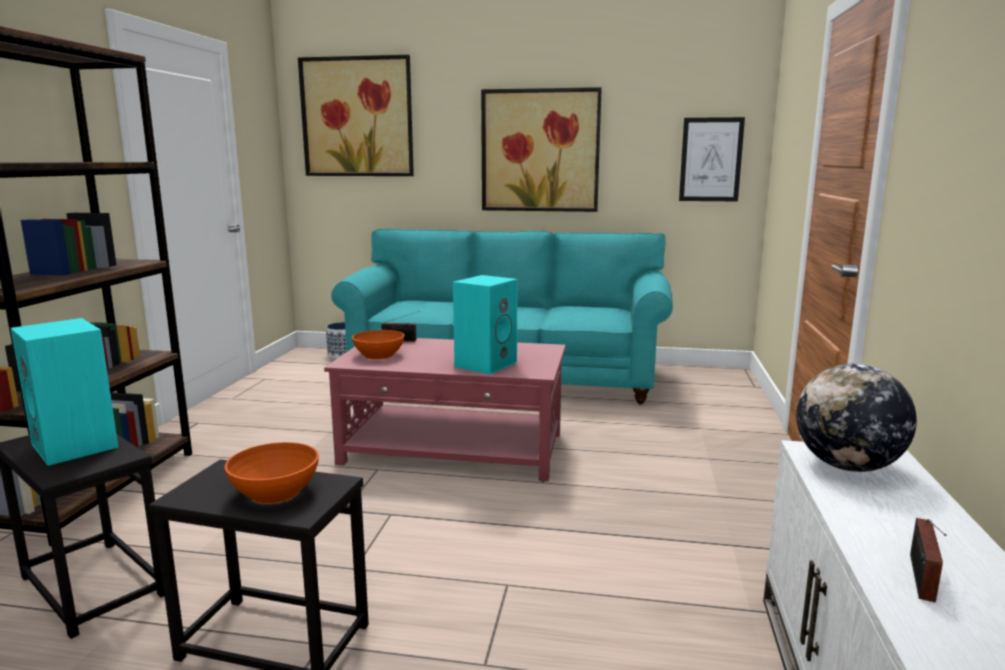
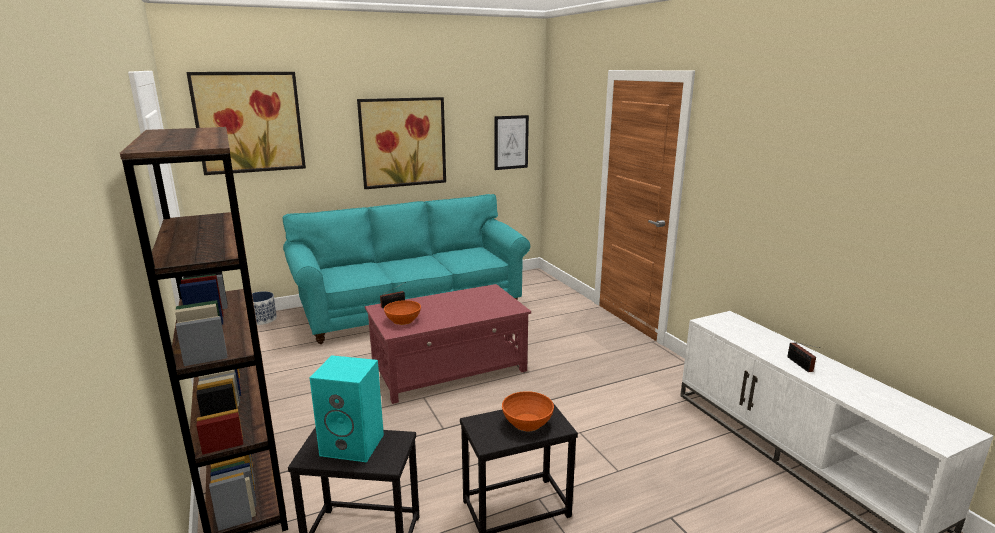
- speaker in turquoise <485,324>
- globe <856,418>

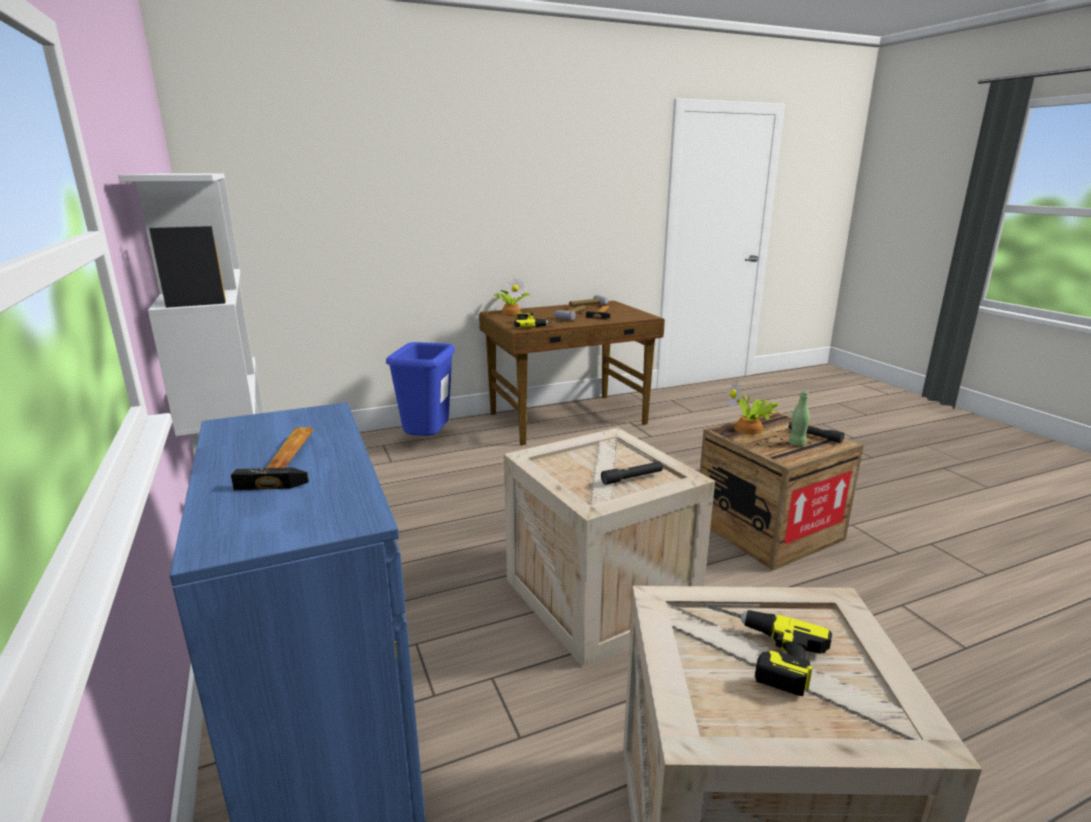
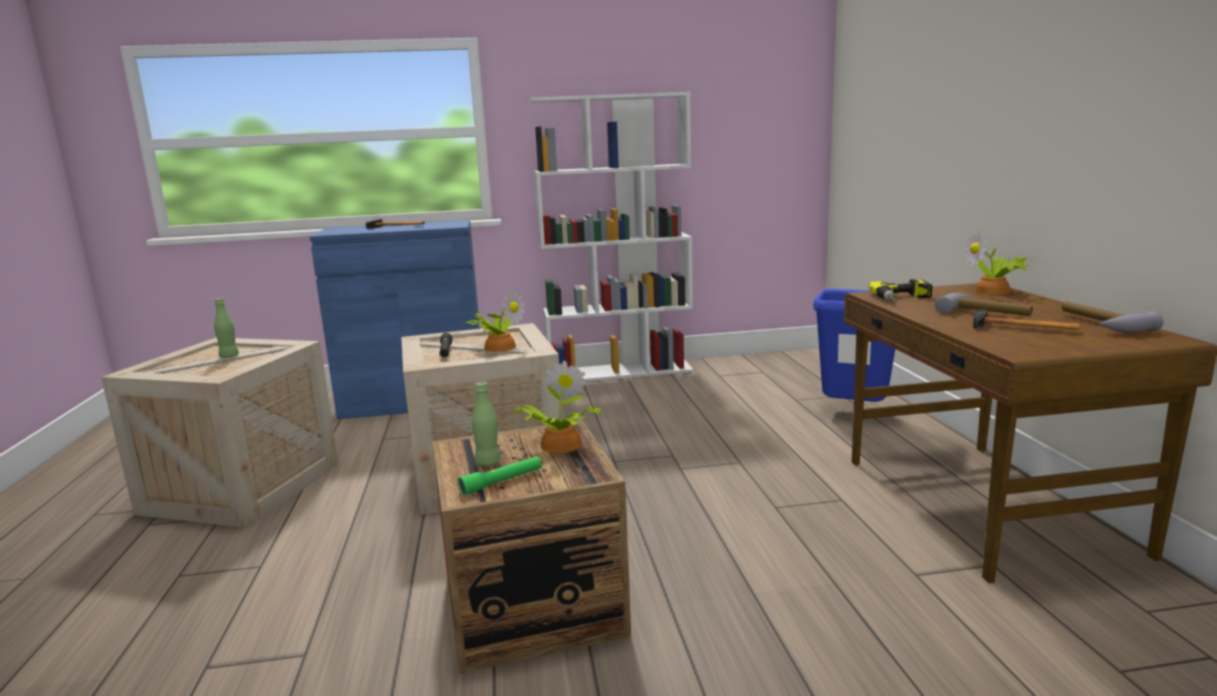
~ power drill <768,650> to bottle in green <226,328>
~ flashlight in black <816,432> to flashlight in green <500,475>
+ potted plant <494,321>

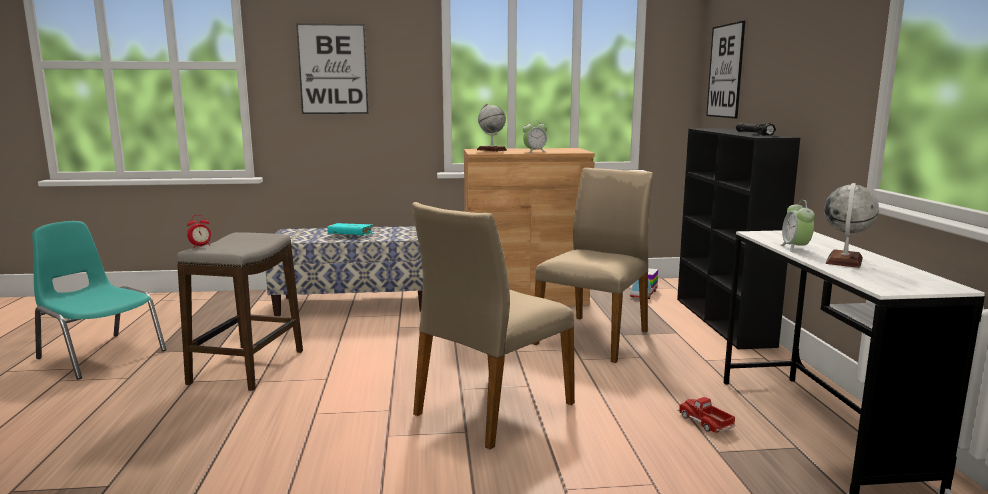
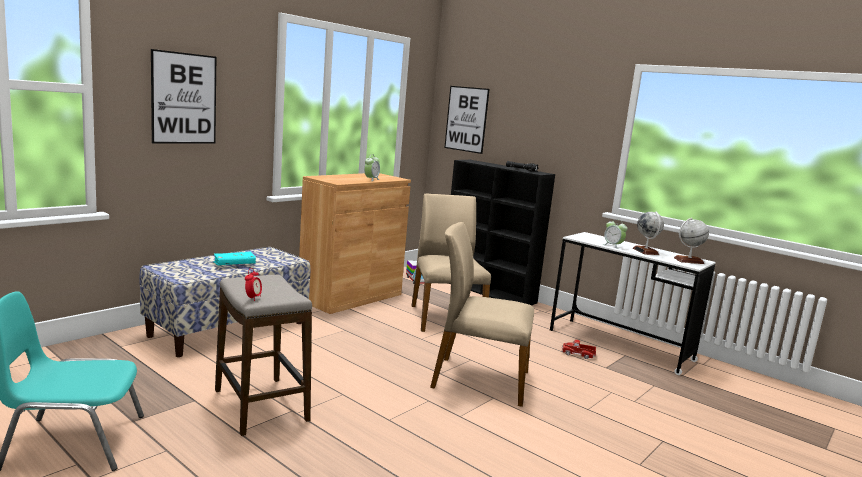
~ chair in beige <493,325> = <482,314> 105 degrees clockwise
~ globe <492,127> to <691,241>

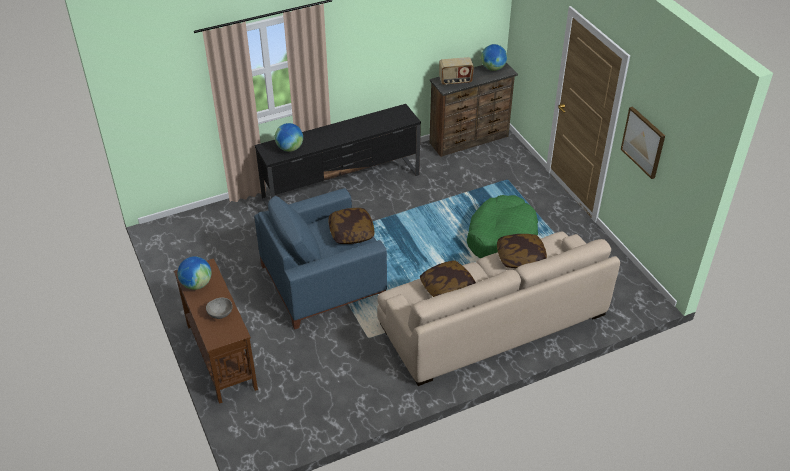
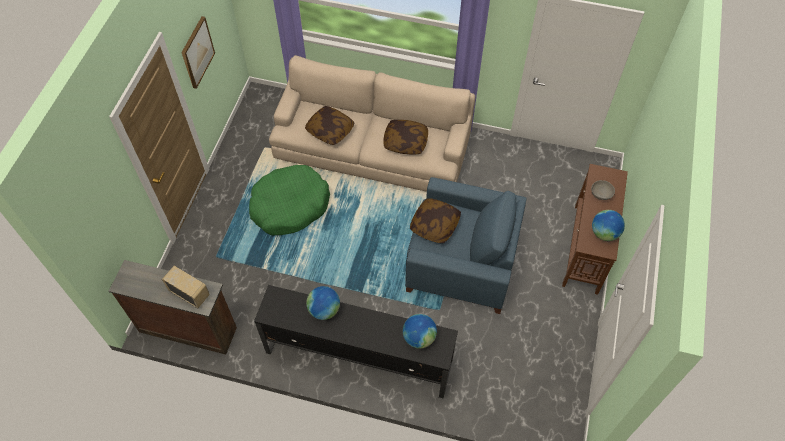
~ globe <494,57> to <323,303>

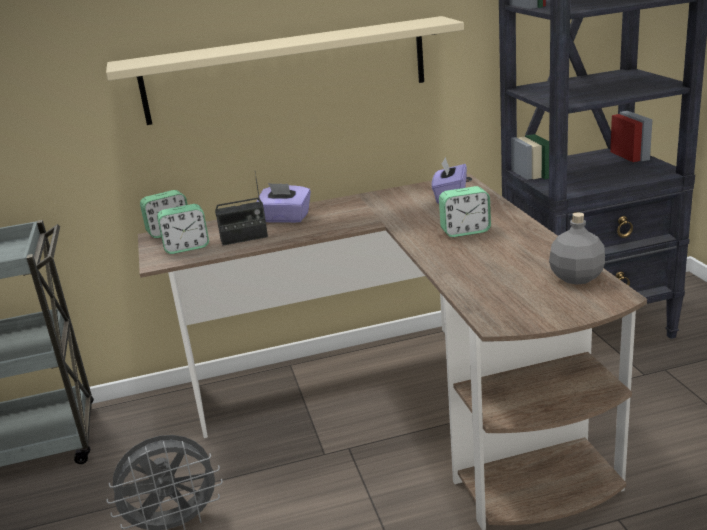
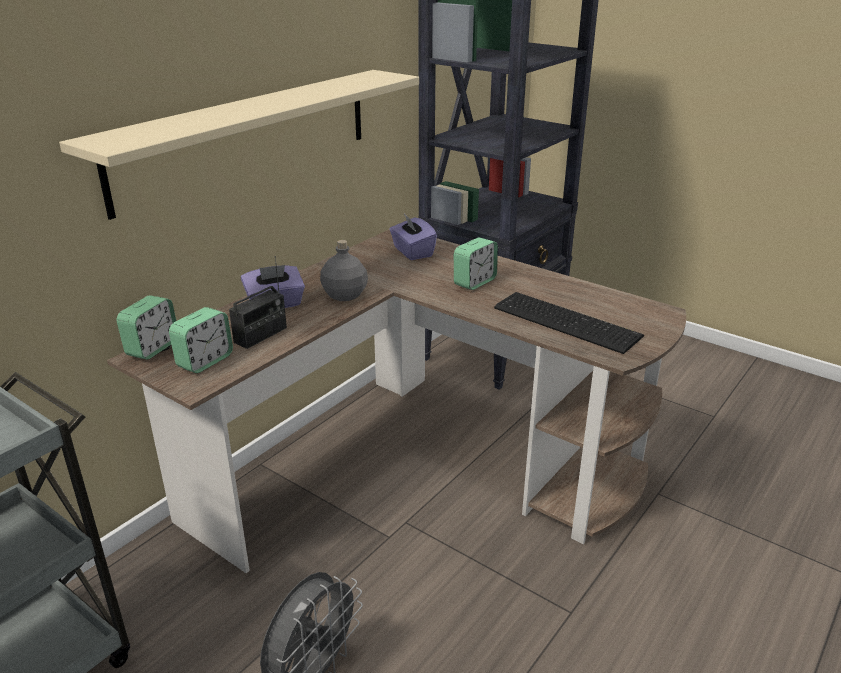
~ bottle in grey <577,248> to <344,270>
+ keyboard <569,323>

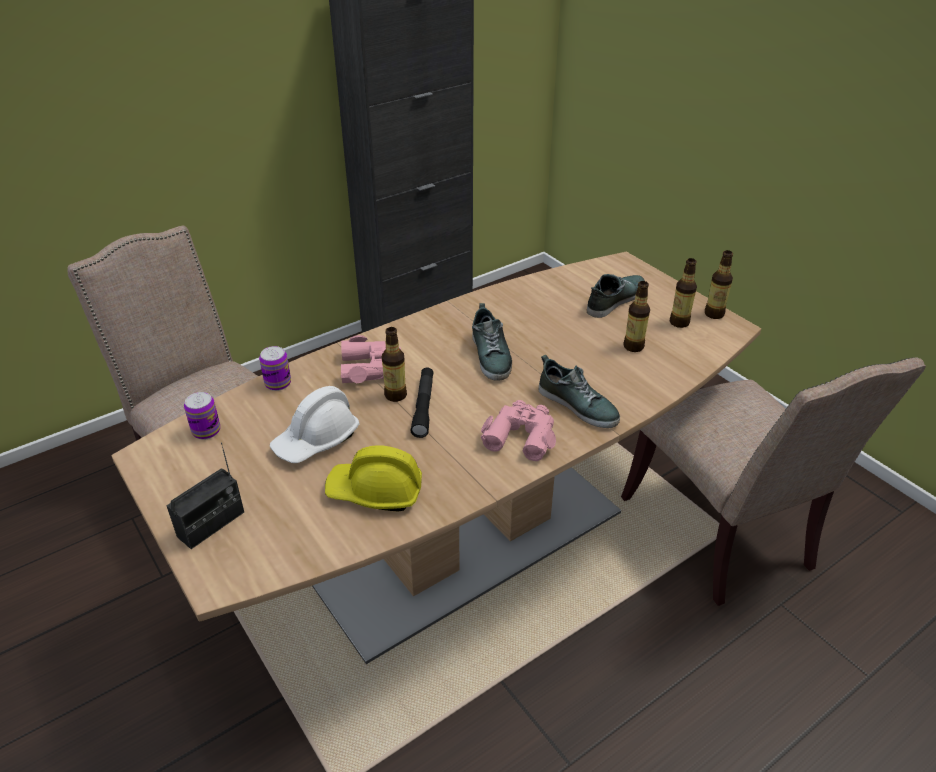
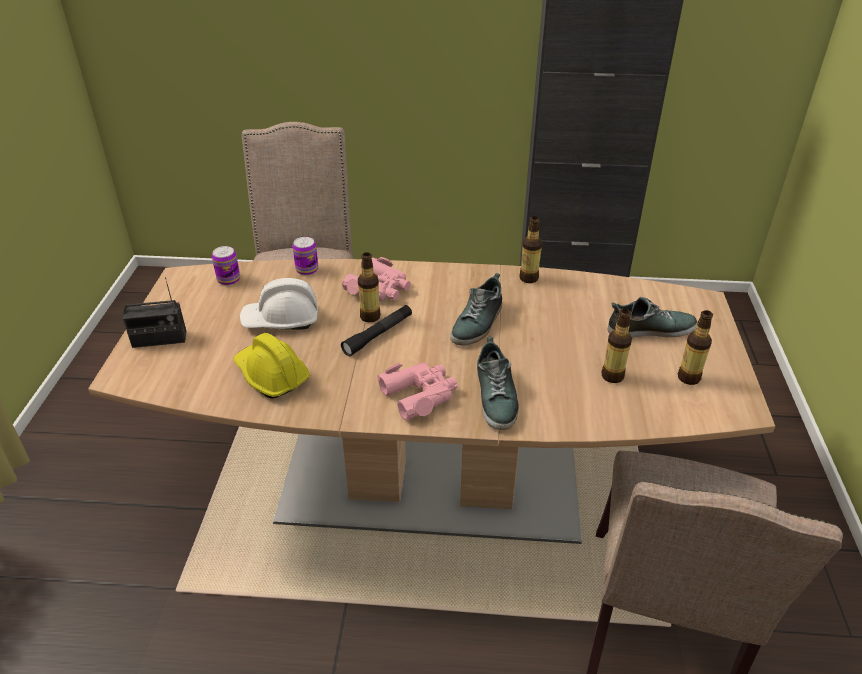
~ bottle <719,284> to <531,249>

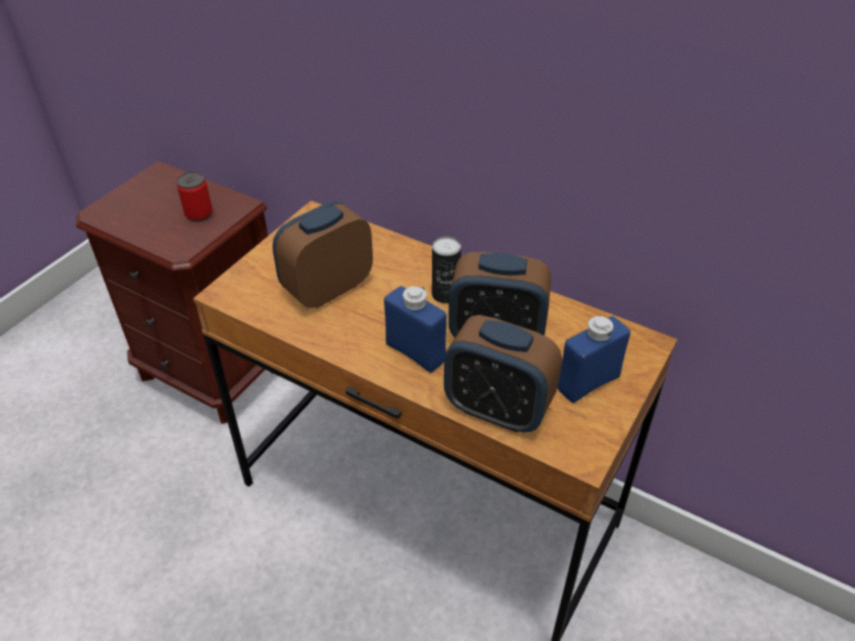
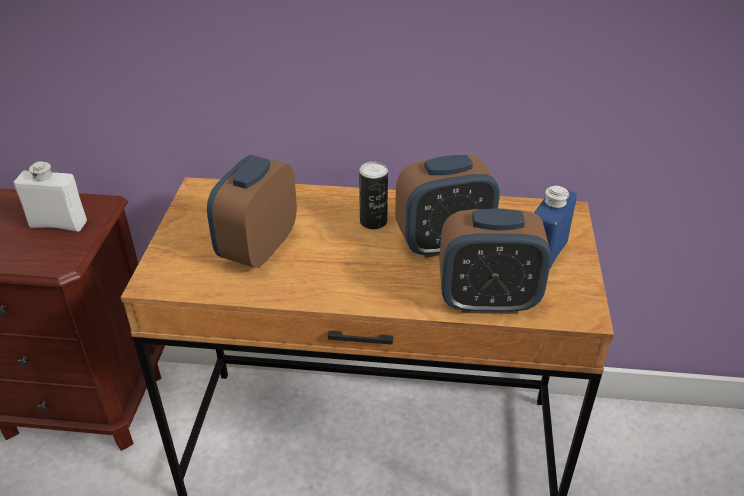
~ can <195,197> to bottle in white <50,196>
- bottle in blue <415,329>

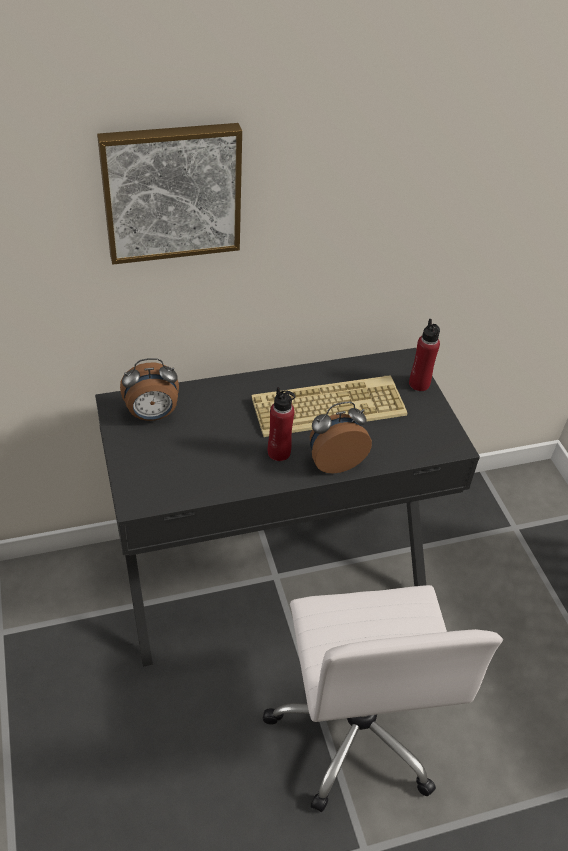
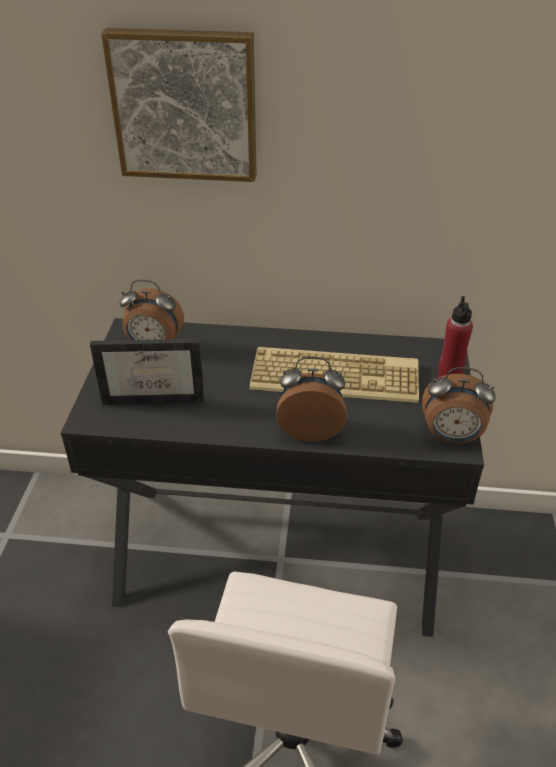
+ picture frame <147,372>
+ alarm clock <459,405>
- bottle in red <282,424>

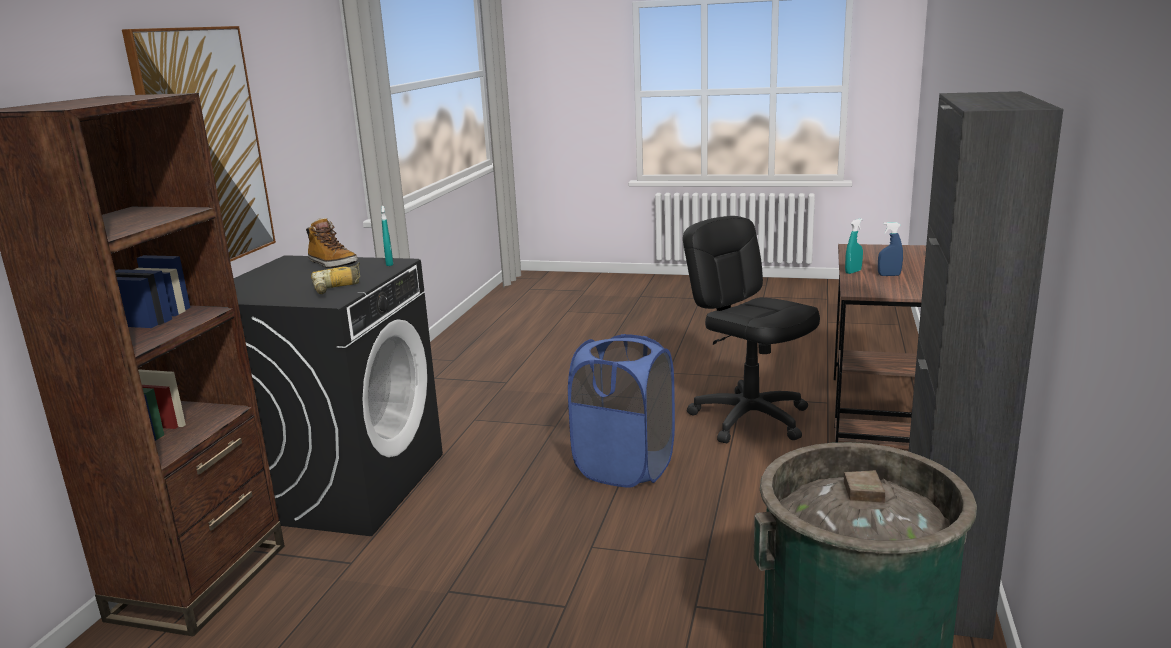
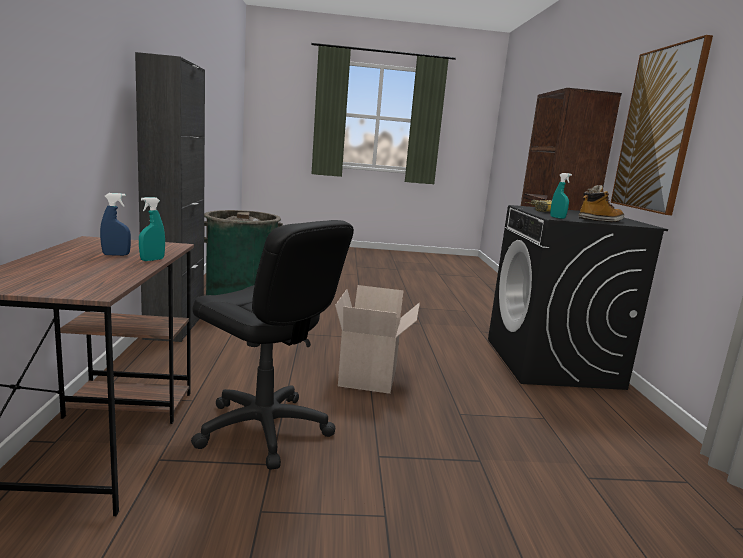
~ laundry basket in blue <621,411> to cardboard box <377,339>
~ boot <332,243> = <601,203> 135 degrees clockwise

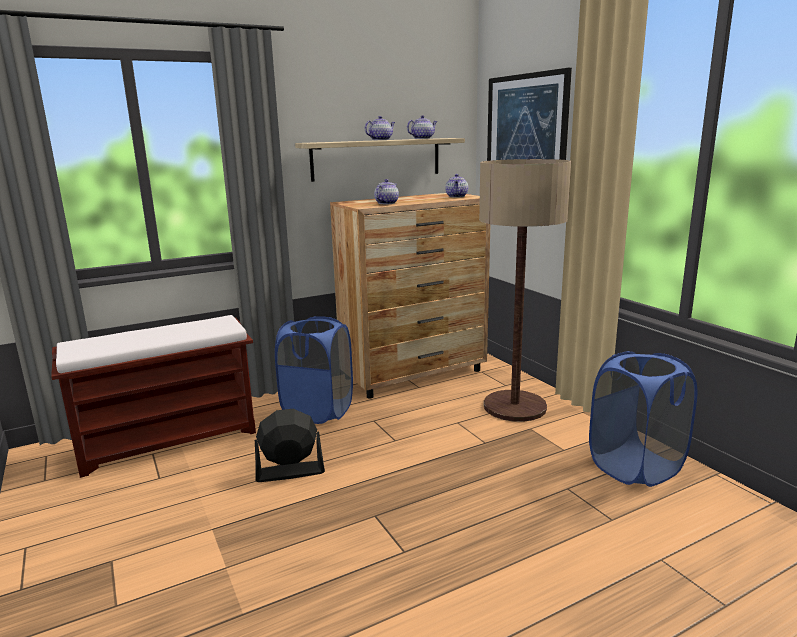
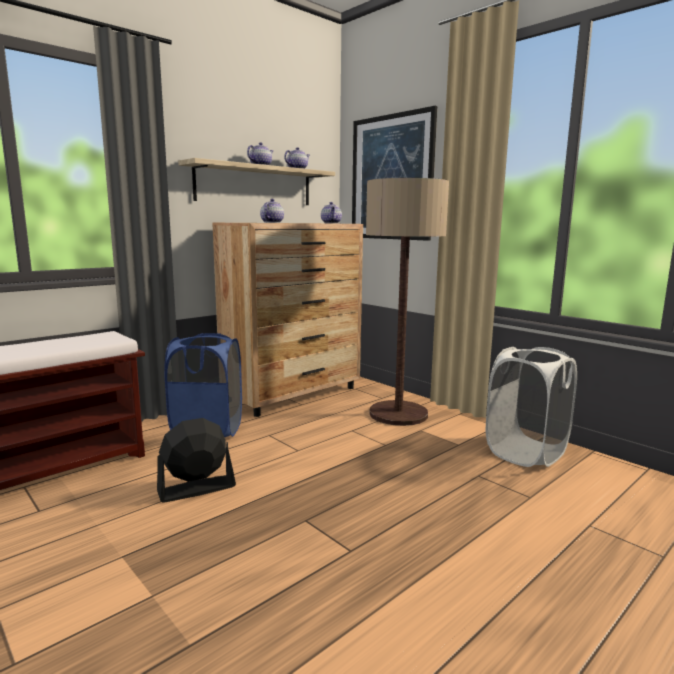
~ laundry basket in blue <643,419> to laundry basket in white <531,407>

